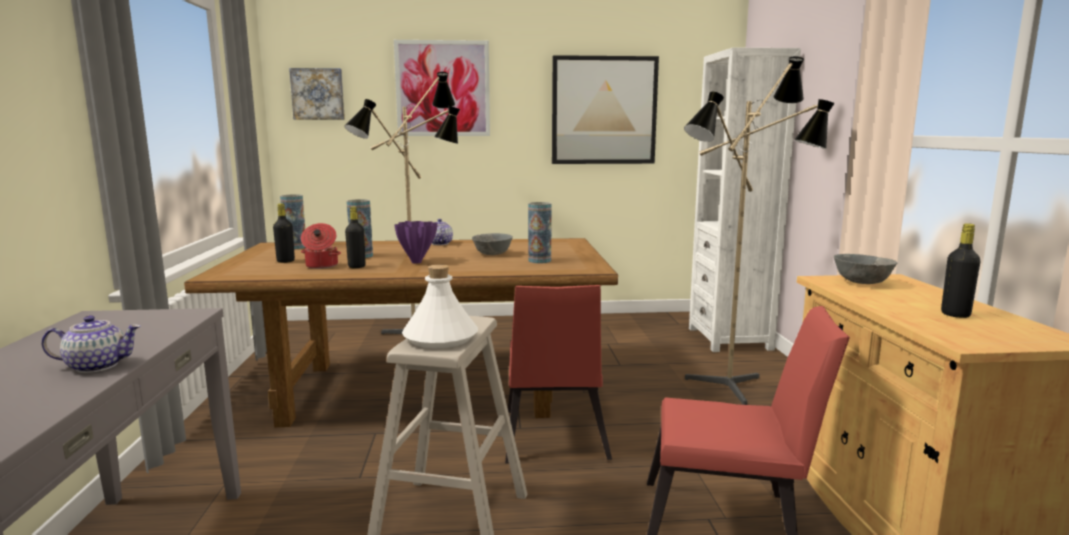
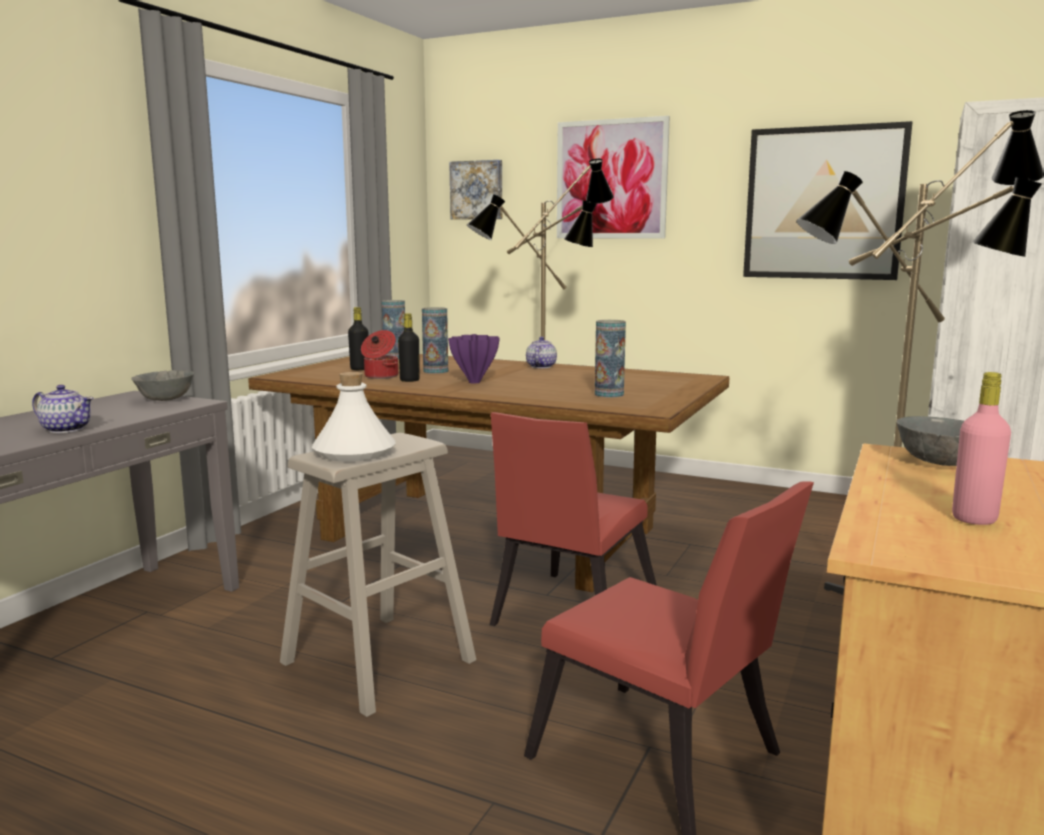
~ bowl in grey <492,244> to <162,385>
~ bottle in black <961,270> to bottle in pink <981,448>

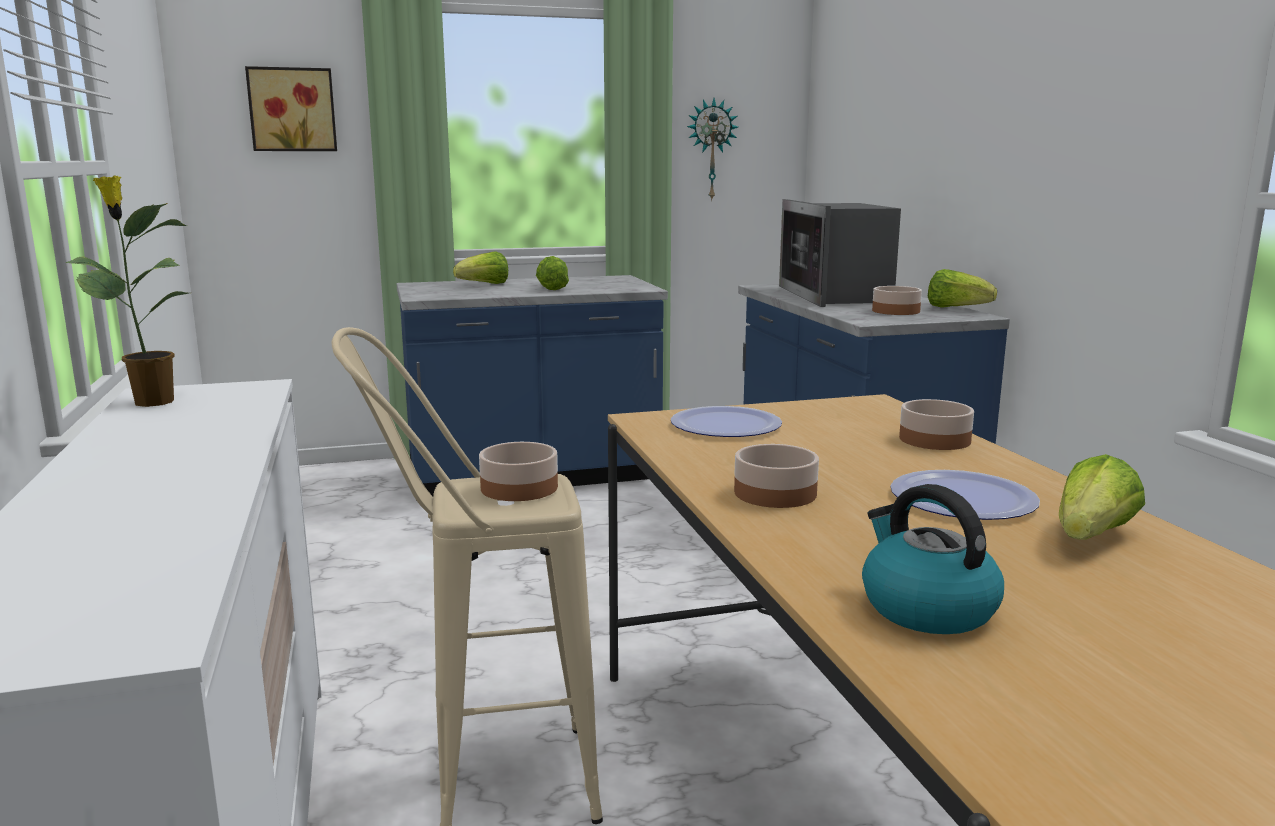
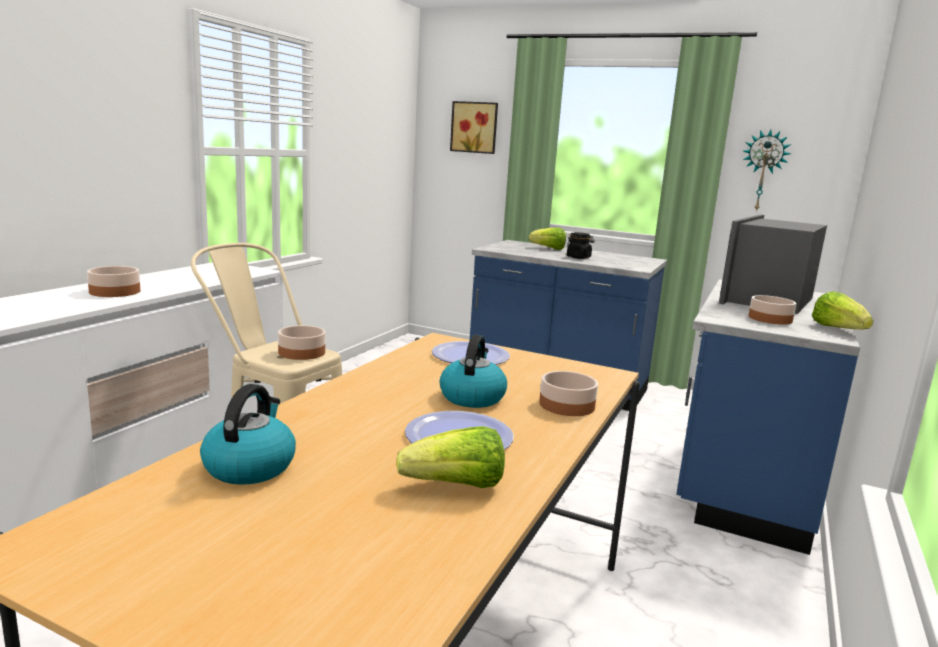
~ bowl <776,476> to <114,281>
+ kettle <473,371>
~ lettuce <552,273> to jar in black <581,245>
- potted plant <127,291>

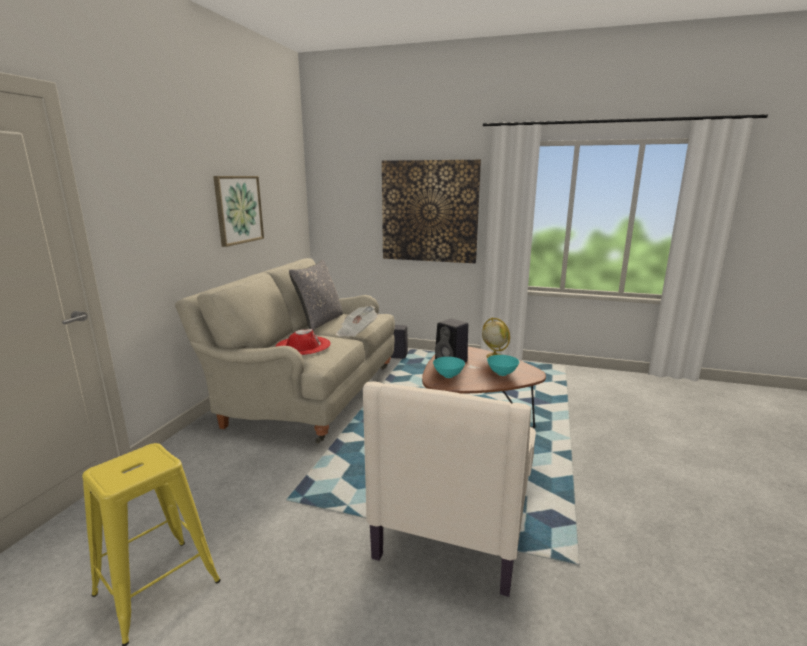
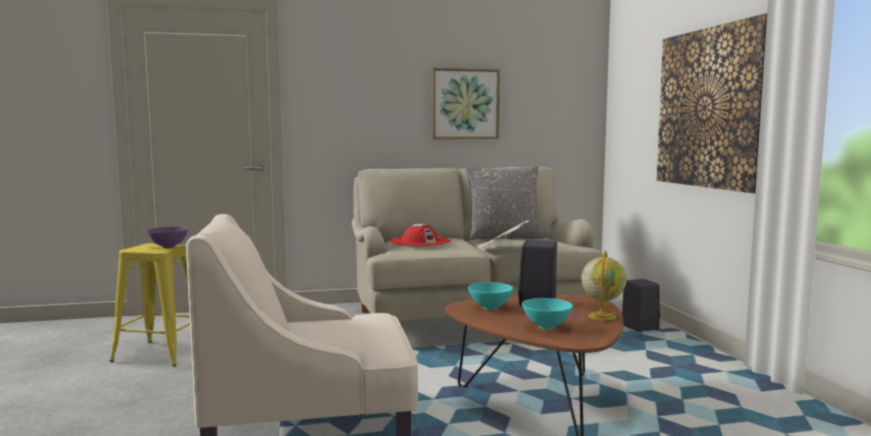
+ bowl in purple <167,237>

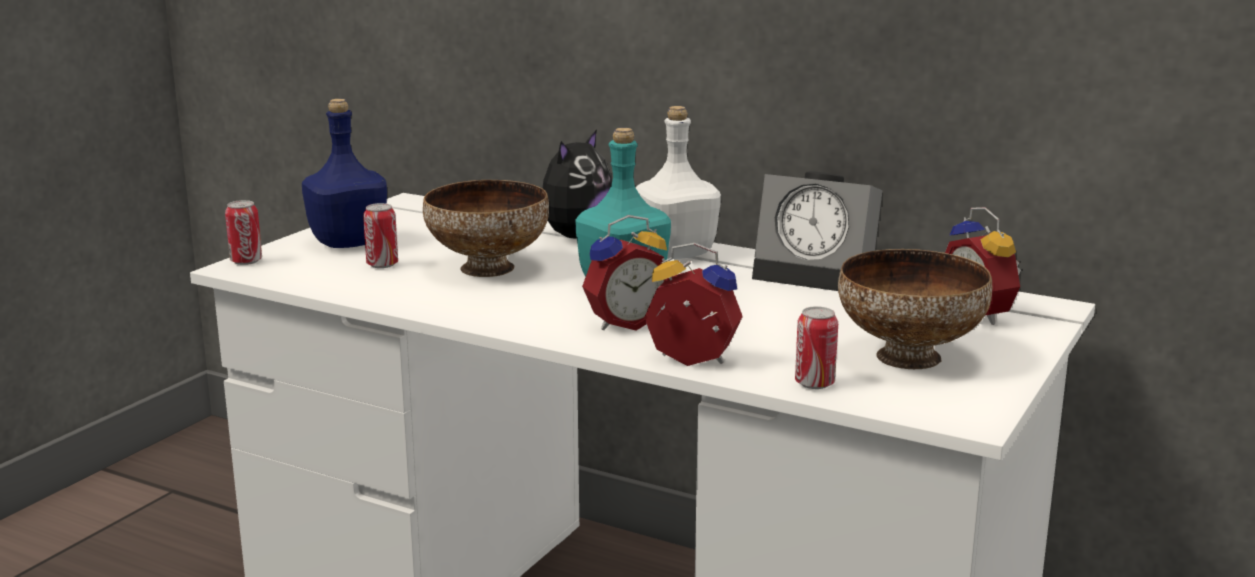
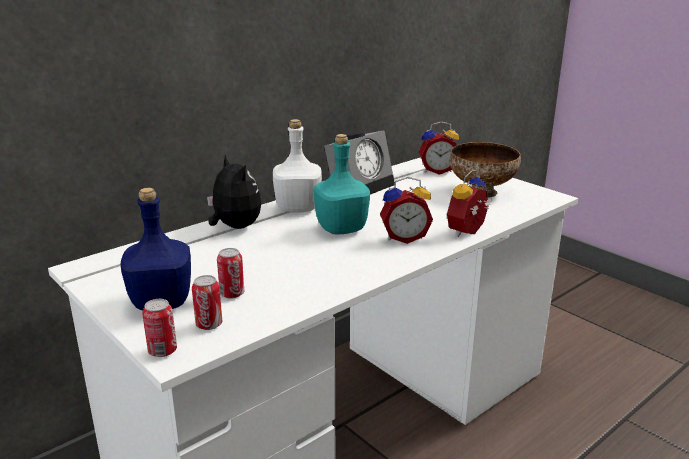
~ can <816,347> to <207,302>
~ alarm clock <624,273> = <406,210> 90 degrees clockwise
- bowl <486,228>

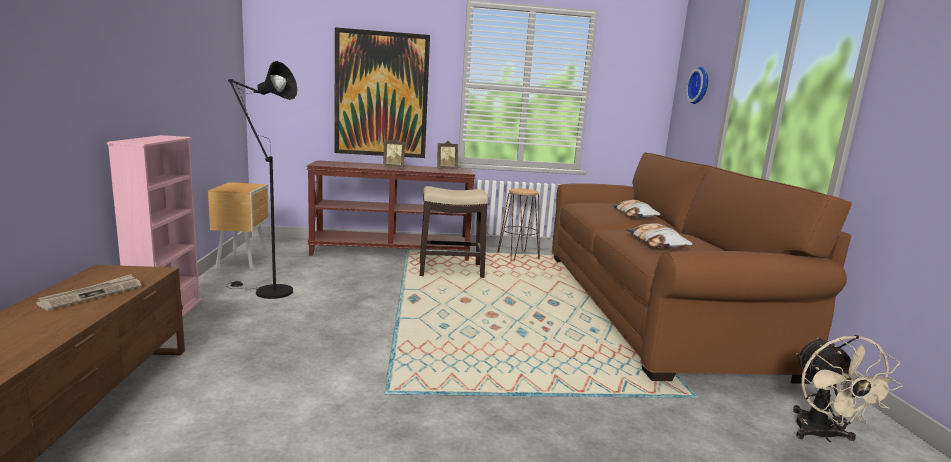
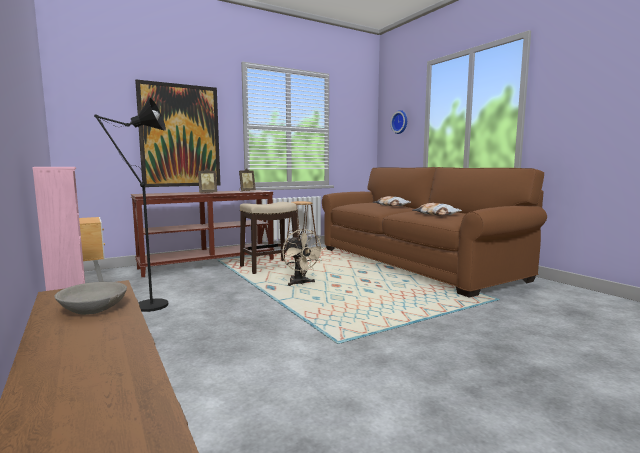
~ newspaper <89,292> to bowl in grey <90,298>
~ fan in beige <848,389> to <303,257>

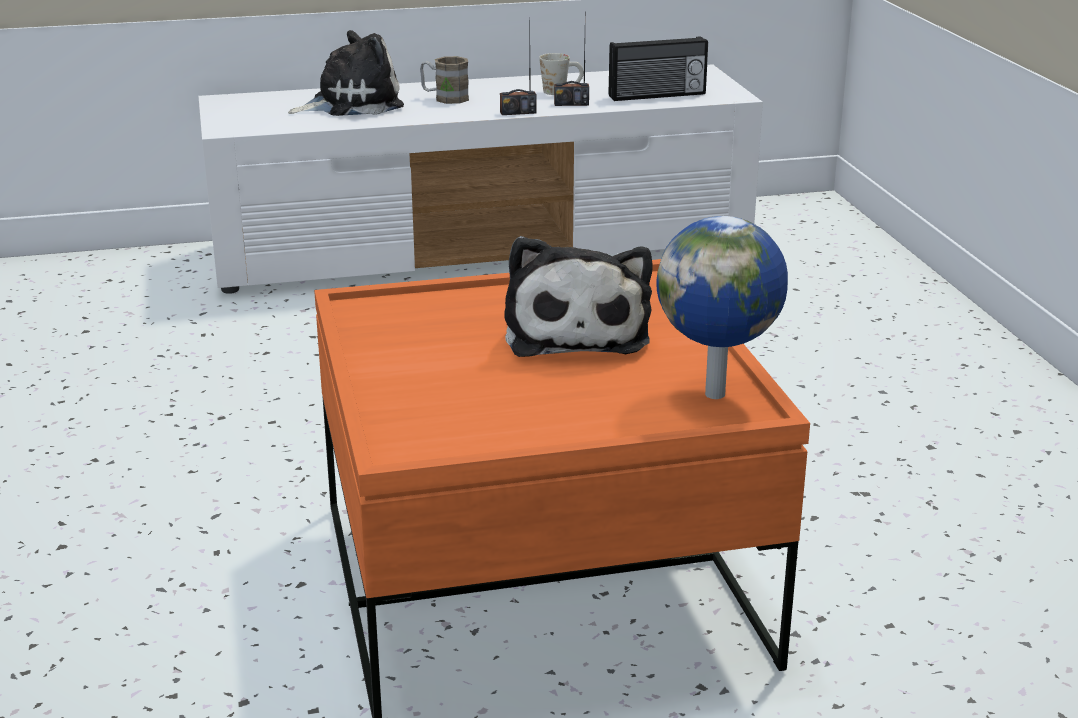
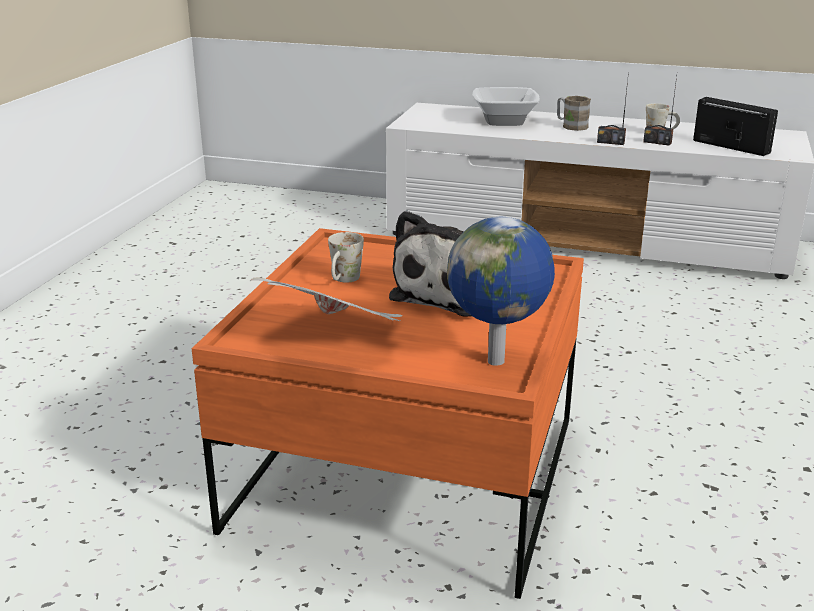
+ newspaper <327,299>
+ mug in white <346,257>
~ plush toy <346,73> to bowl <506,106>
~ radio <658,68> = <735,126> 150 degrees counterclockwise

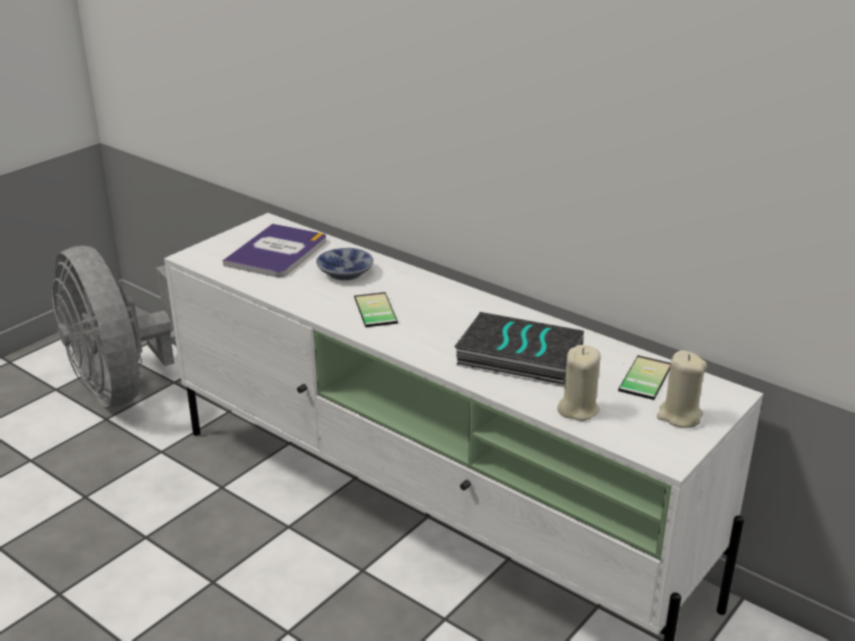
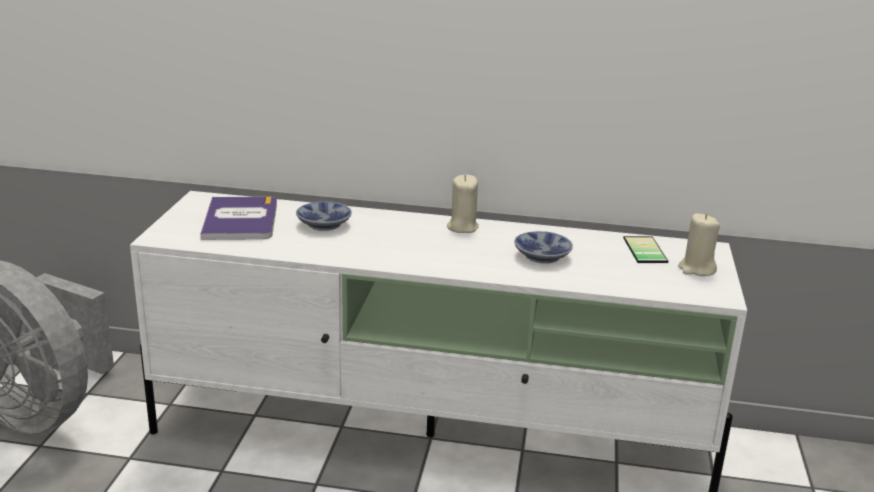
~ candle in beige <579,383> to <463,204>
~ book <519,349> to bowl <543,247>
- phone <376,309>

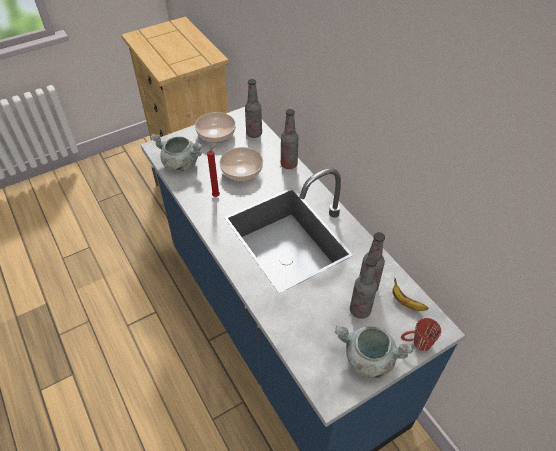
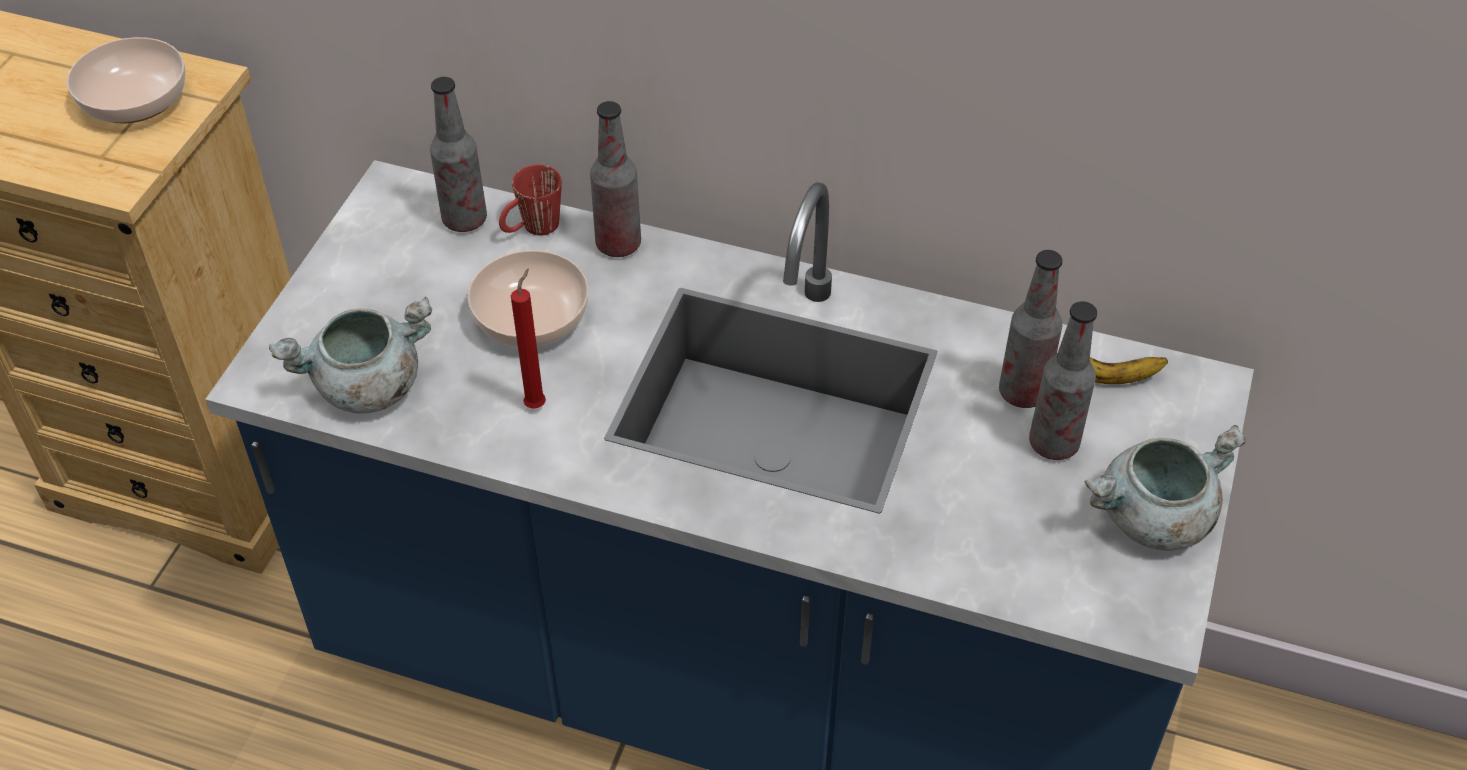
~ bowl <215,127> to <126,80>
~ mug in red <421,334> to <530,200>

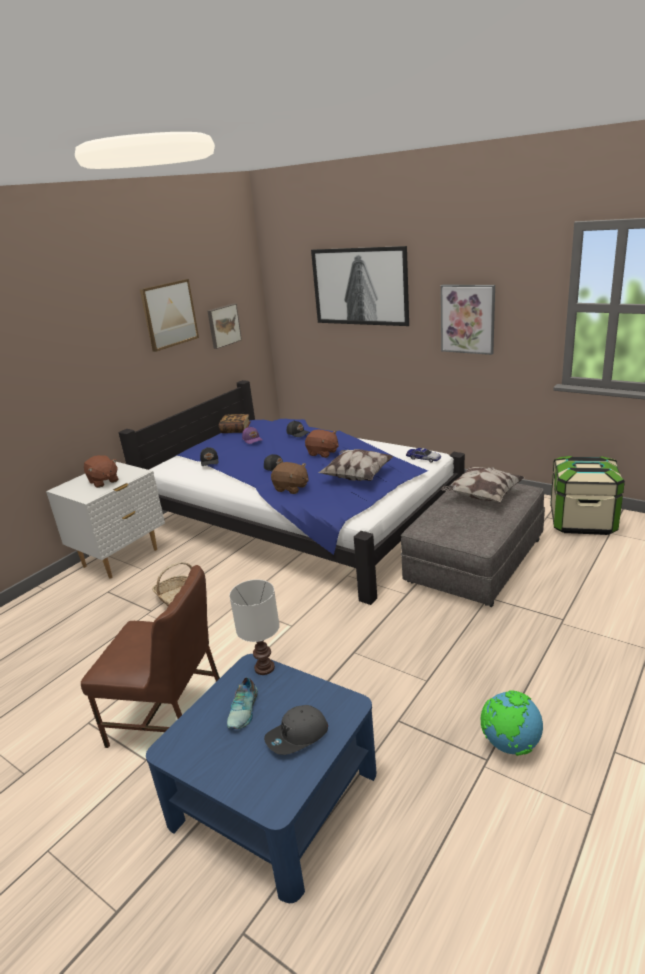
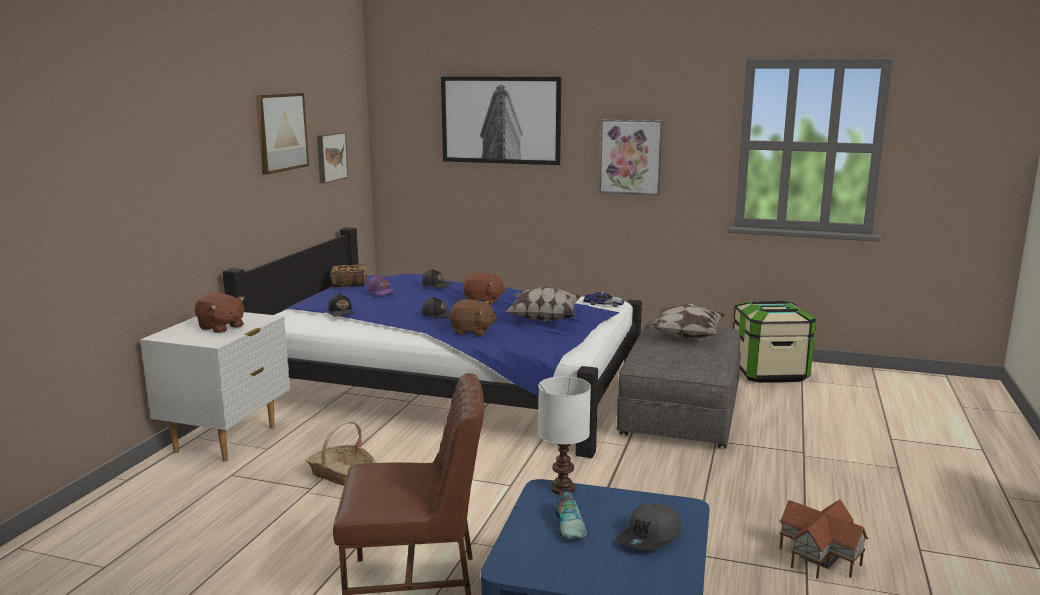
~ globe <512,722> to toy house <823,539>

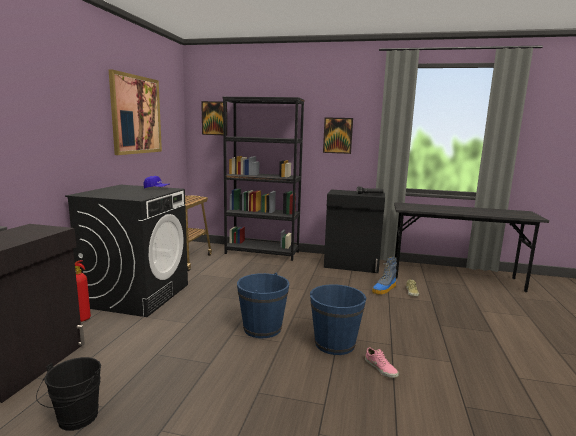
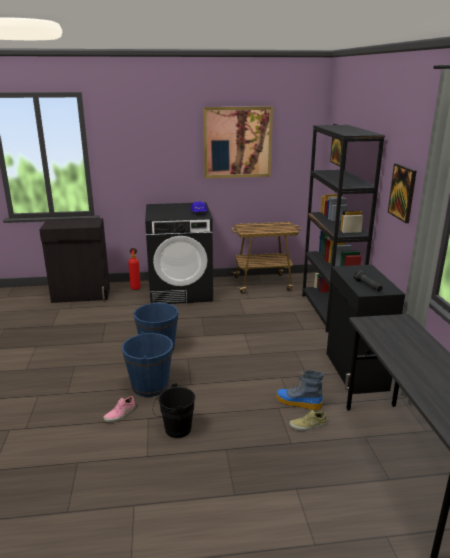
~ bucket in black <68,394> to <174,410>

